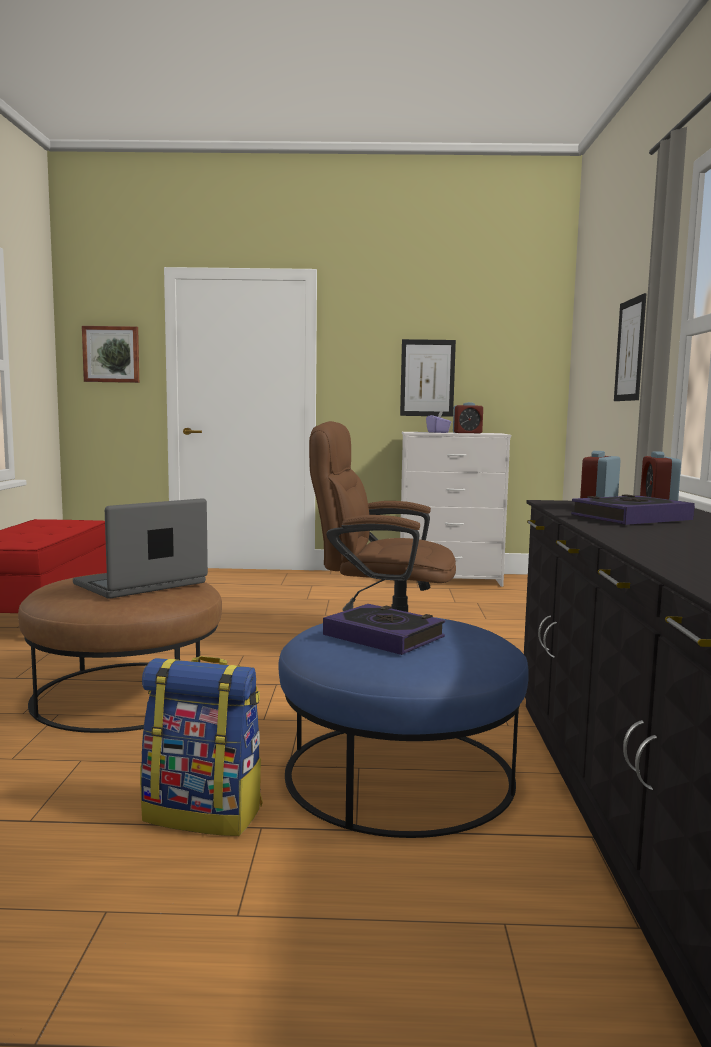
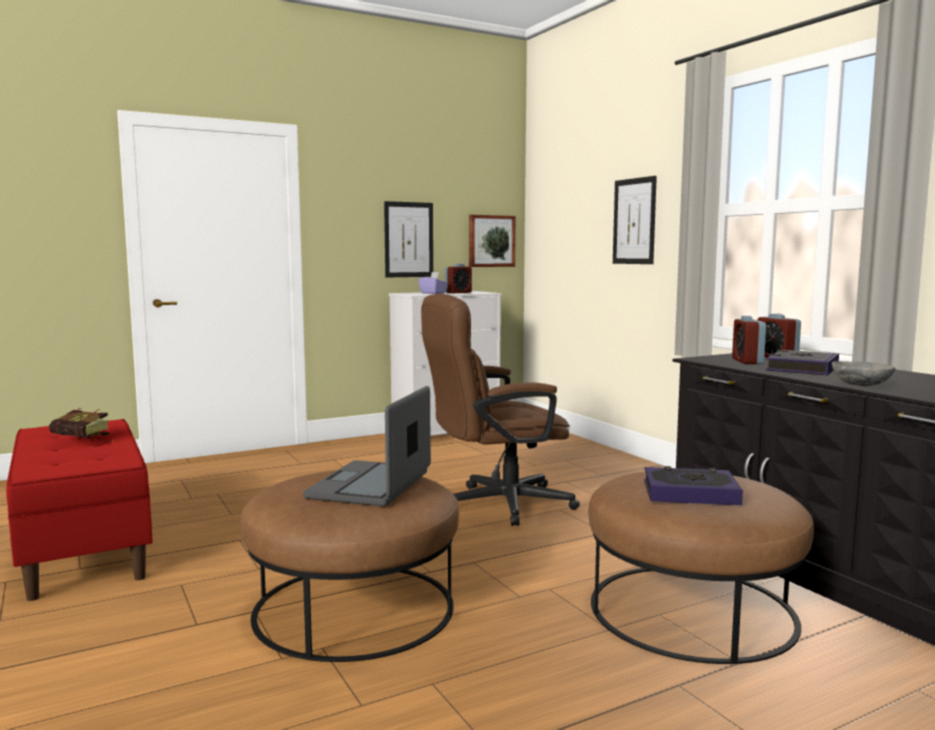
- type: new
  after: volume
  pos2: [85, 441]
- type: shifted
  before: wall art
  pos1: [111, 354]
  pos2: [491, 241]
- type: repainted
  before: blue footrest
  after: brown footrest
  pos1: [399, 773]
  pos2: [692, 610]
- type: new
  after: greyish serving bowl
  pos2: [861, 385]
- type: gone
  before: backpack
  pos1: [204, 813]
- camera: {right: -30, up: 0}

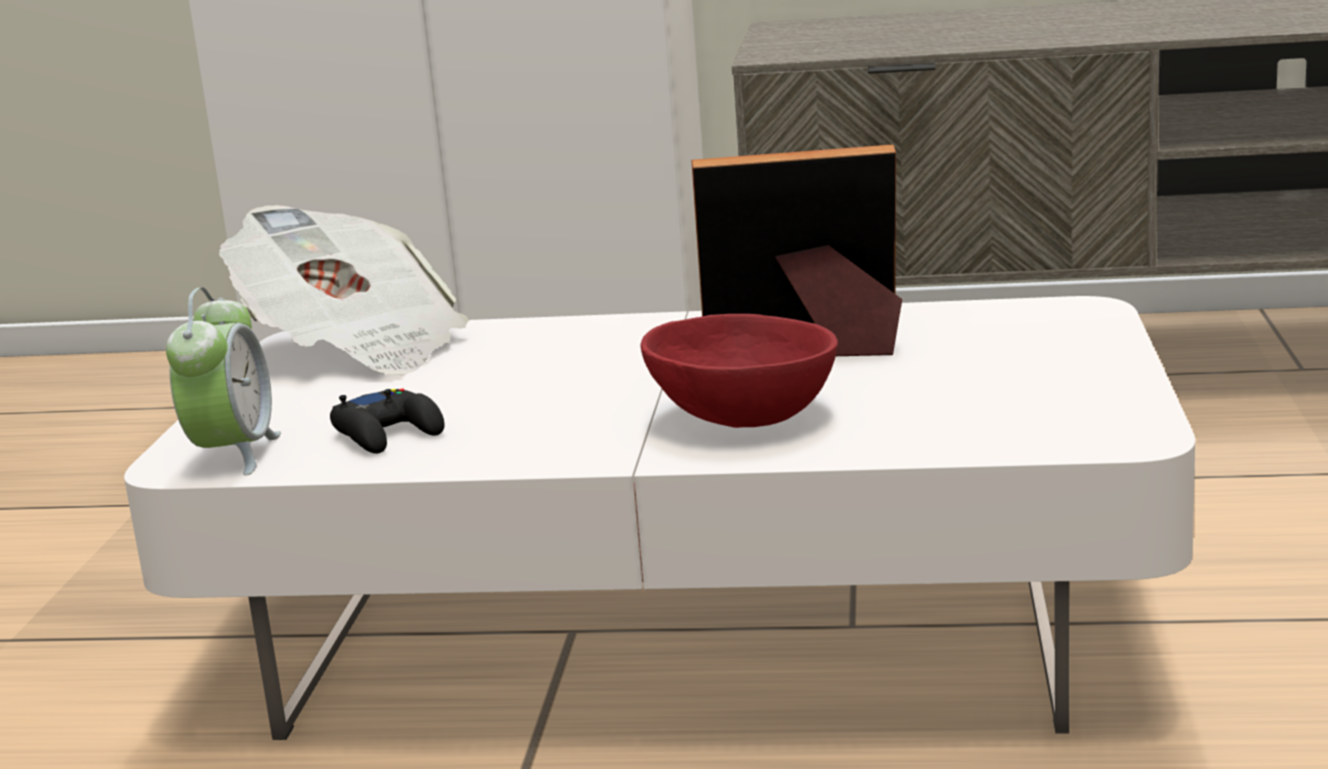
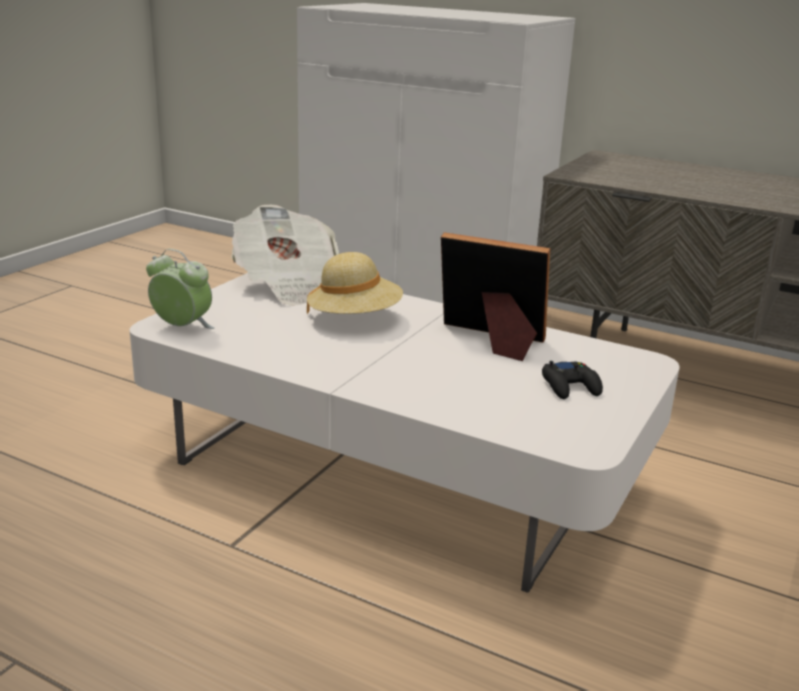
- type: rotated
  before: bedside clock
  pos1: [233, 454]
  pos2: [182, 327]
  turn: -90
- type: new
  after: beige clothing hat
  pos2: [354, 318]
- type: shifted
  before: black-coloured game controller
  pos1: [388, 433]
  pos2: [570, 387]
- type: gone
  before: red serving bowl
  pos1: [742, 416]
- camera: {right: 20, up: 5}

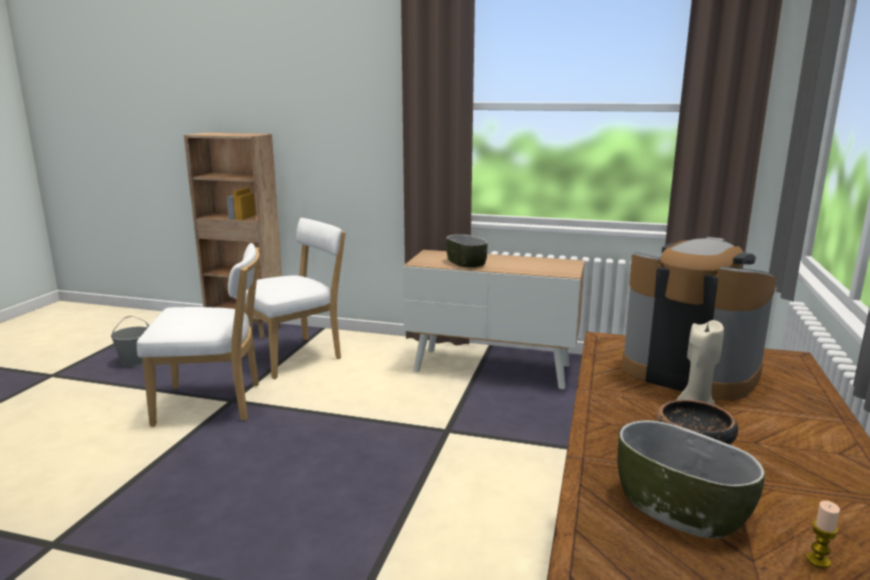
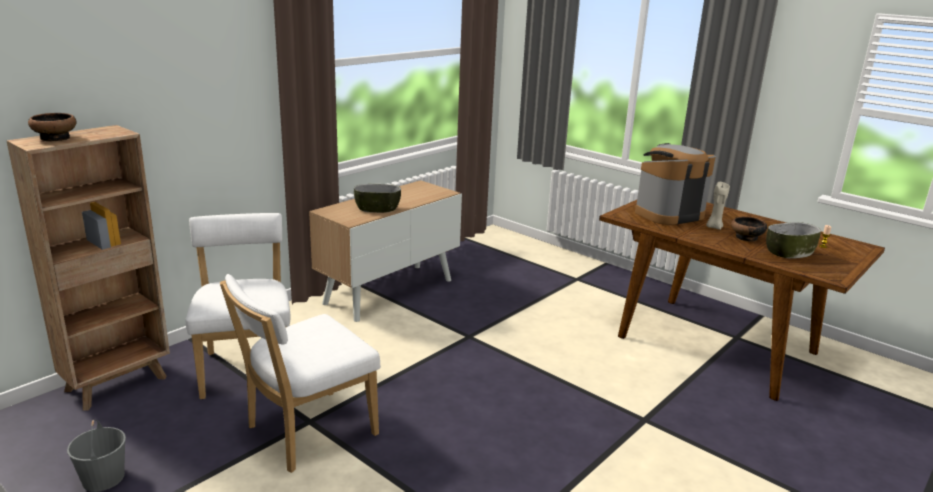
- type: new
  after: serving bowl
  pos2: [56, 138]
- type: rotated
  before: white plain chair
  pos1: [214, 404]
  pos2: [306, 433]
  turn: -150
- camera: {right: -65, up: 5}

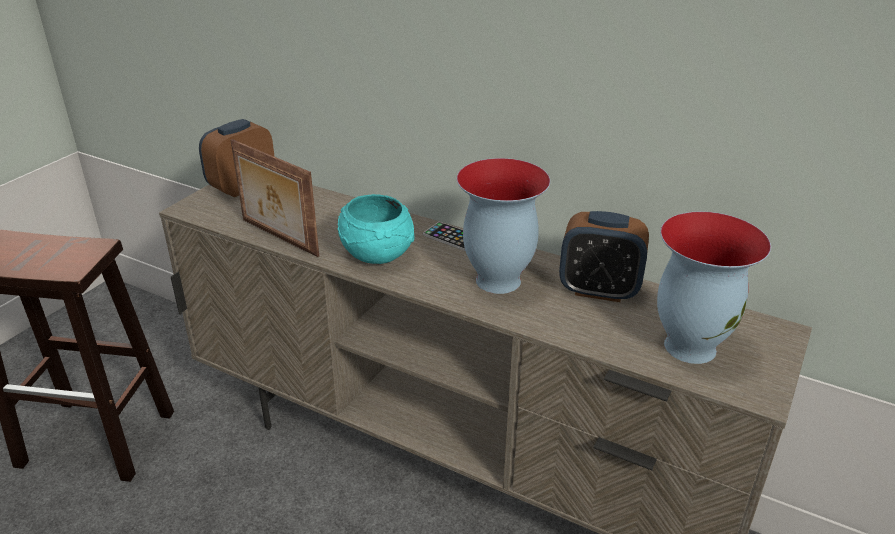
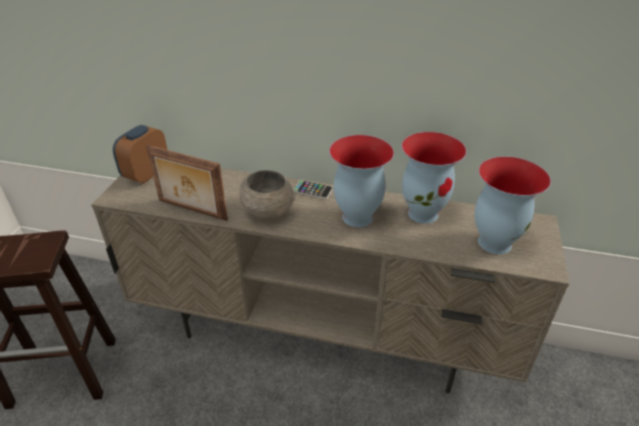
- type: repainted
  before: turquoise-coloured serving bowl
  after: greyish serving bowl
  pos1: [377, 253]
  pos2: [267, 211]
- type: swapped
  before: bedside clock
  after: decorative vase
  pos1: [599, 290]
  pos2: [423, 213]
- camera: {right: -15, up: 5}

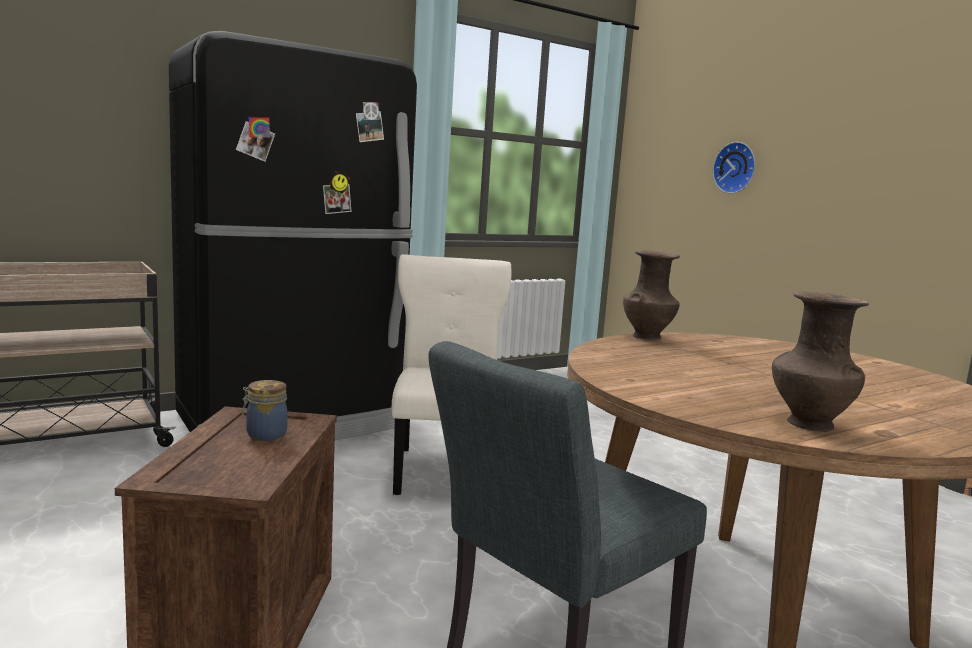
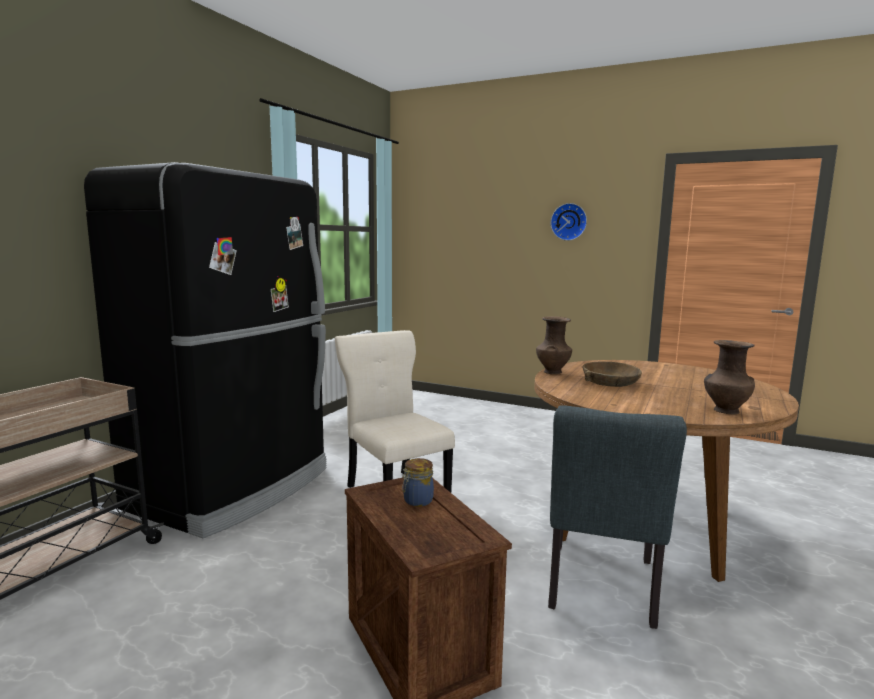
- type: shifted
  before: wall clock
  pos1: [736, 168]
  pos2: [569, 222]
- type: new
  after: brown serving bowl
  pos2: [610, 382]
- camera: {right: -30, up: 0}

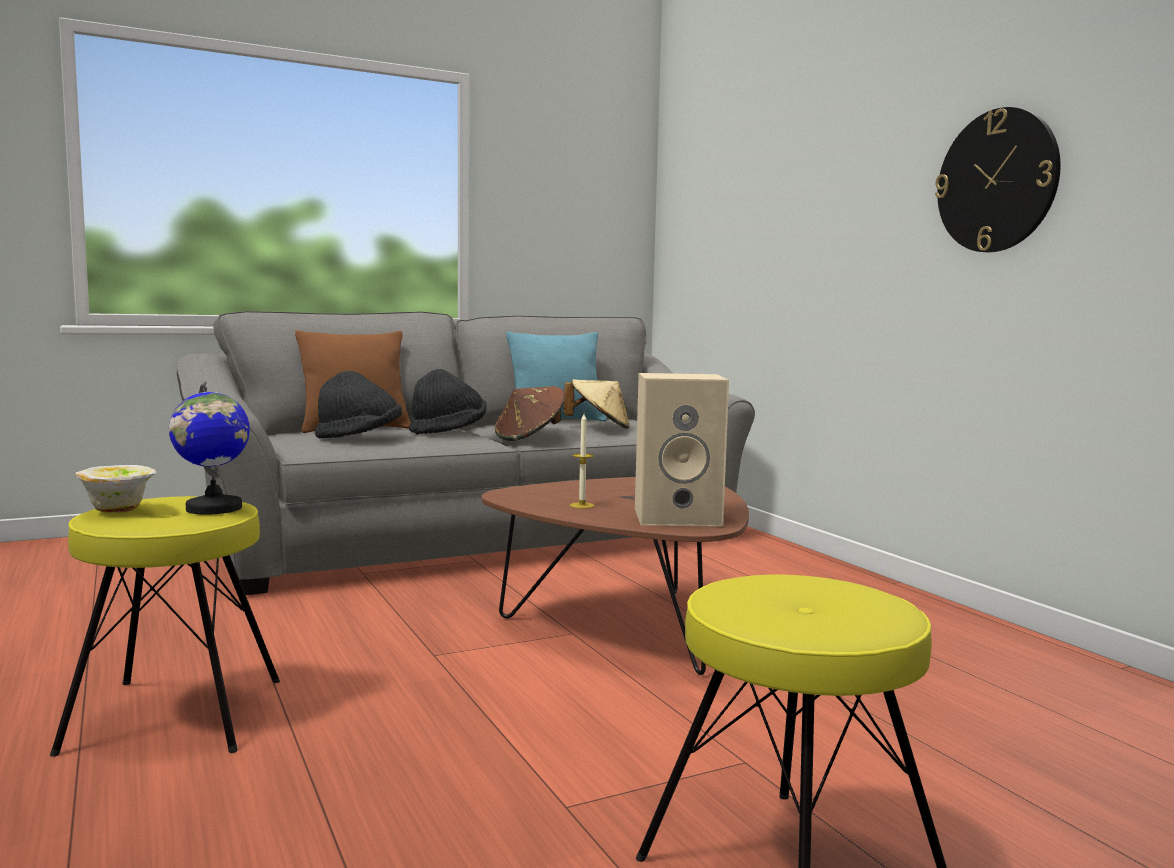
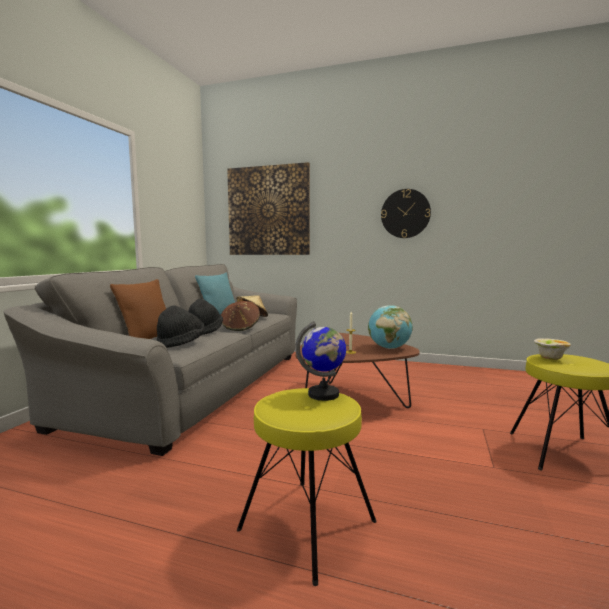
- type: new
  after: wall art
  pos2: [268, 211]
- type: swapped
  before: beige speaker
  after: desk globe
  pos1: [679, 517]
  pos2: [389, 348]
- type: shifted
  before: serving bowl
  pos1: [118, 511]
  pos2: [550, 358]
- camera: {right: -45, up: 0}

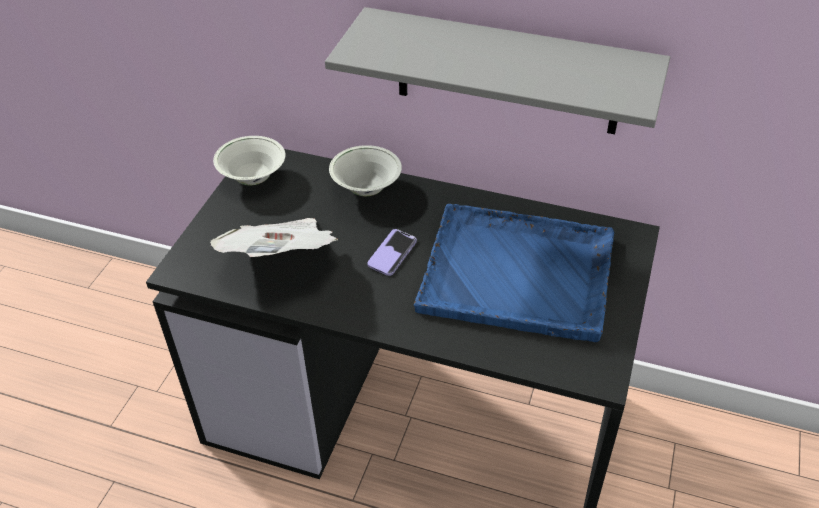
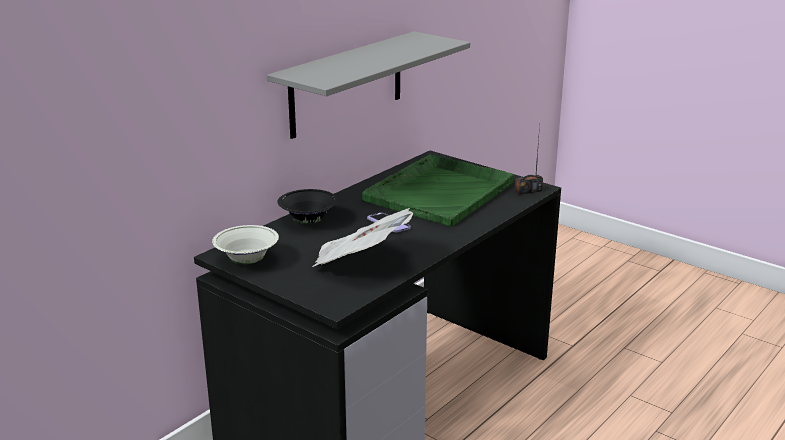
- type: repainted
  before: white serving bowl
  after: black-coloured serving bowl
  pos1: [366, 189]
  pos2: [308, 221]
- type: repainted
  before: blue serving tray
  after: greenish serving tray
  pos1: [519, 274]
  pos2: [440, 191]
- type: new
  after: radio
  pos2: [528, 191]
- camera: {right: -70, up: -20}

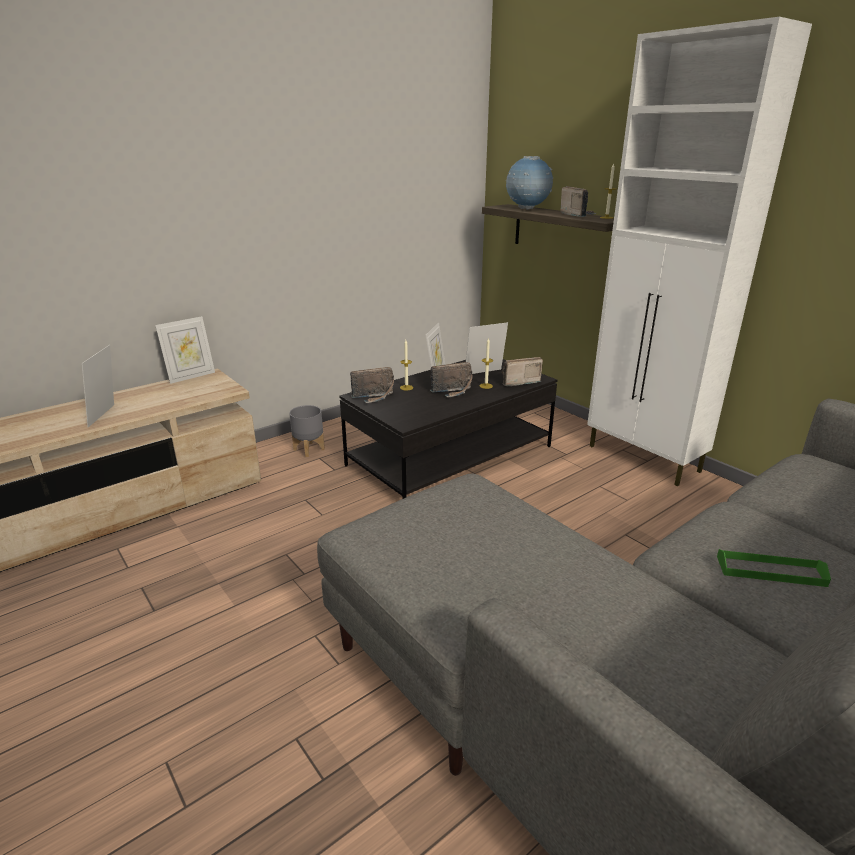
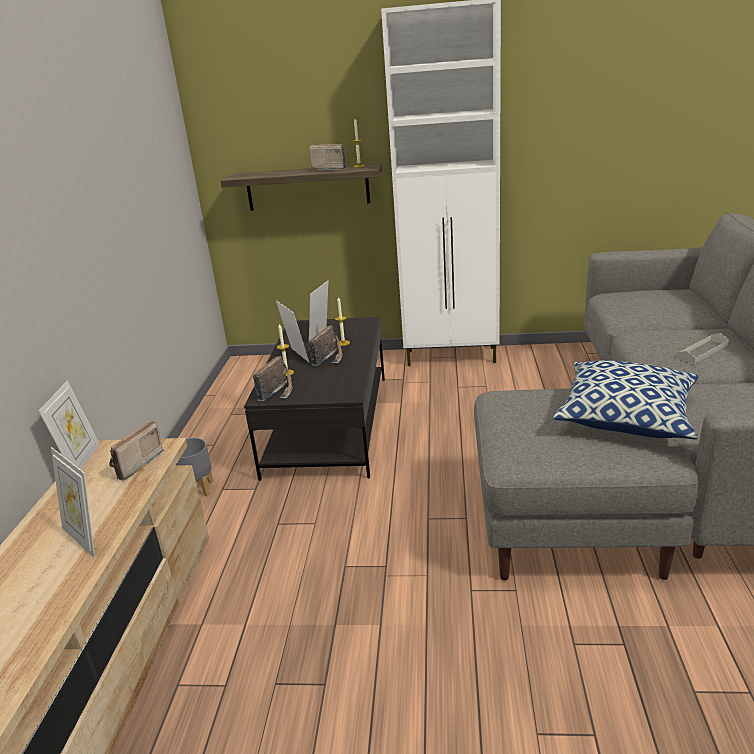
- type: shifted
  before: radio
  pos1: [518, 382]
  pos2: [133, 465]
- type: new
  after: pillow
  pos2: [626, 417]
- type: repainted
  before: greenish serving tray
  after: greyish serving tray
  pos1: [770, 571]
  pos2: [702, 351]
- type: gone
  before: desk globe
  pos1: [527, 209]
- camera: {right: -45, up: 0}

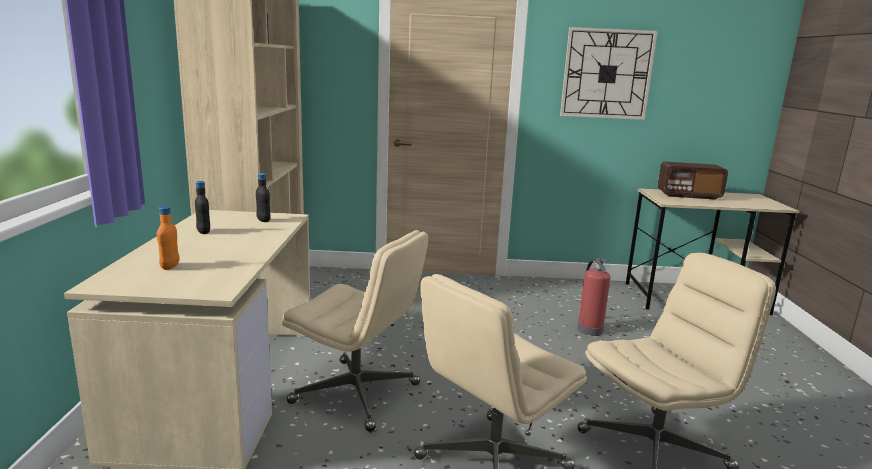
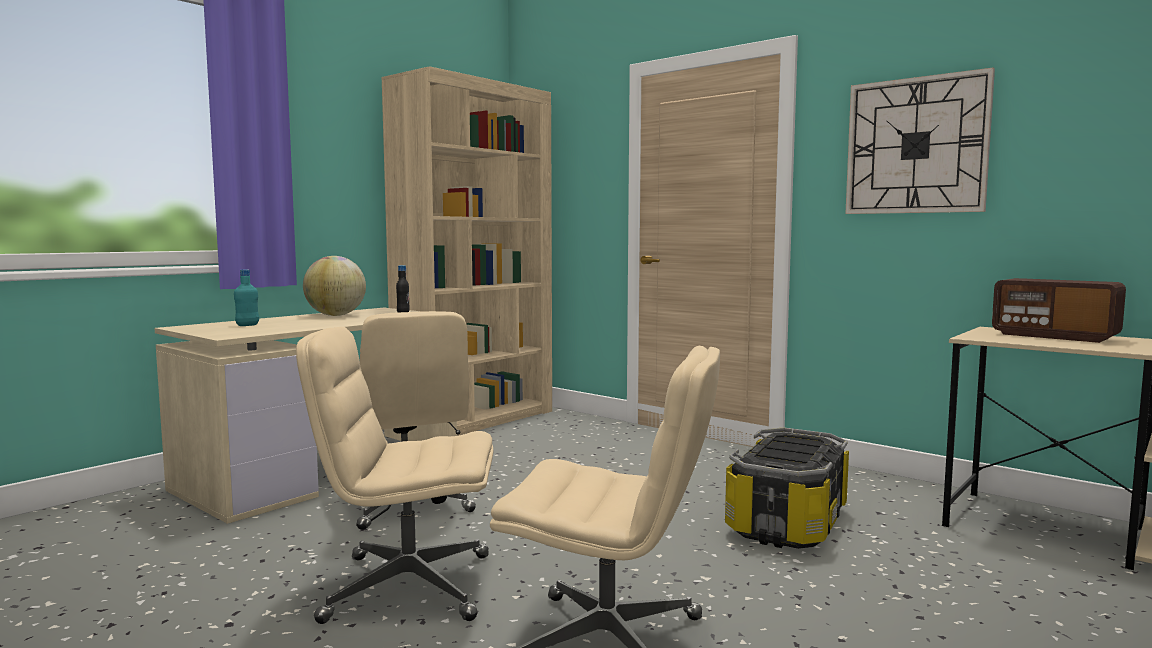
- type: repainted
  before: orange bottle
  after: turquoise-coloured bottle
  pos1: [170, 266]
  pos2: [247, 325]
- type: swapped
  before: black-coloured bottle
  after: desk globe
  pos1: [203, 232]
  pos2: [335, 315]
- type: swapped
  before: extinguisher
  after: storage box
  pos1: [589, 329]
  pos2: [788, 523]
- camera: {right: 40, up: -10}

